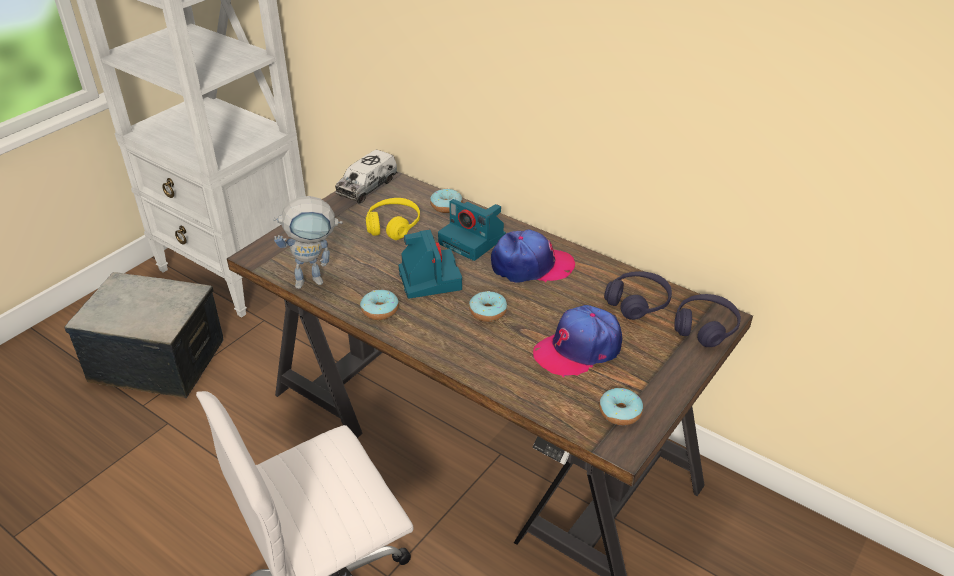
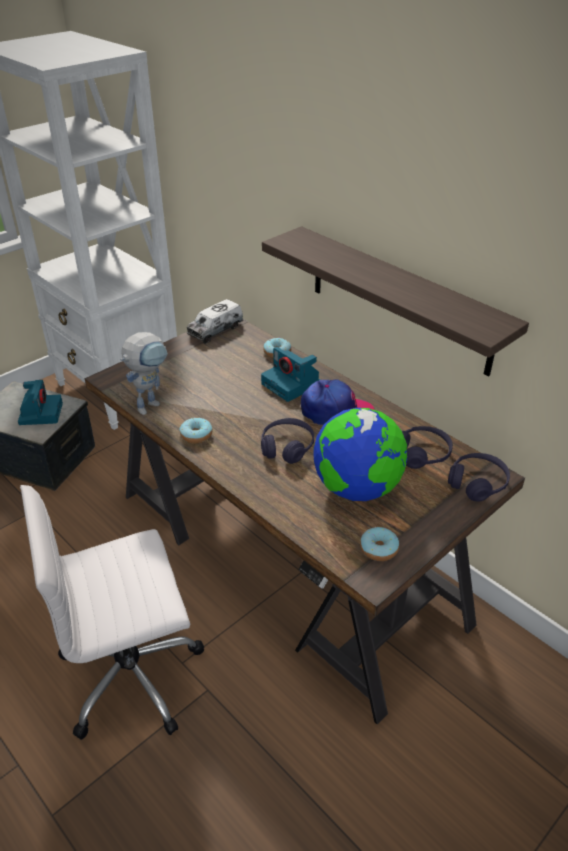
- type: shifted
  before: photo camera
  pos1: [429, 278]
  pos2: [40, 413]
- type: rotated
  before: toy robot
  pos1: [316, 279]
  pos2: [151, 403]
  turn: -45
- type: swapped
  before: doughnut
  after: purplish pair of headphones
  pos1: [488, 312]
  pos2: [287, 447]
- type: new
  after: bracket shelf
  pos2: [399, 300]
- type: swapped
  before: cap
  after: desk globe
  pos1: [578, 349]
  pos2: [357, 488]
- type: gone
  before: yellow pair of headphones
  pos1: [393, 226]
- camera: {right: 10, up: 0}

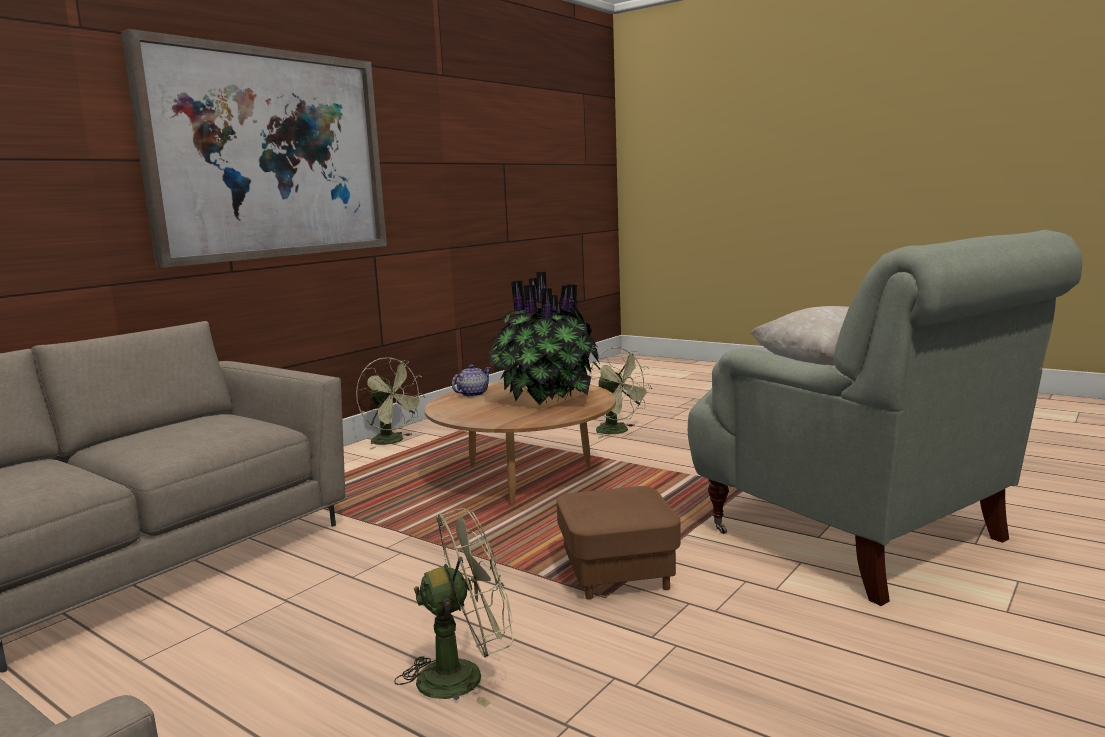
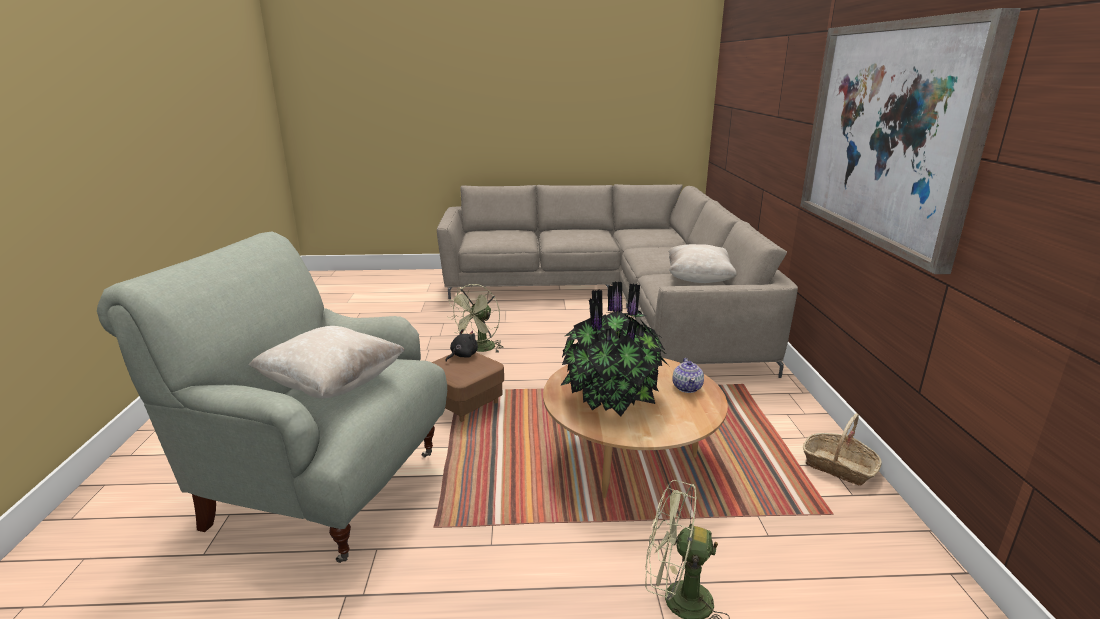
- type: new
  after: black-coloured cuddly toy
  pos2: [462, 355]
- type: new
  after: beige pillow
  pos2: [699, 279]
- type: swapped
  before: greenish fan
  after: storage basket
  pos1: [393, 441]
  pos2: [838, 467]
- camera: {right: 140, up: 10}

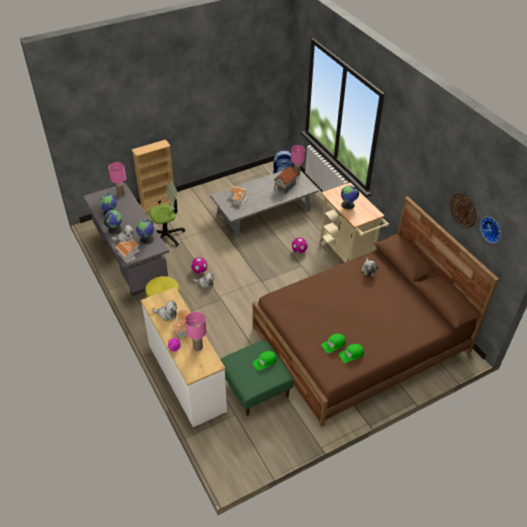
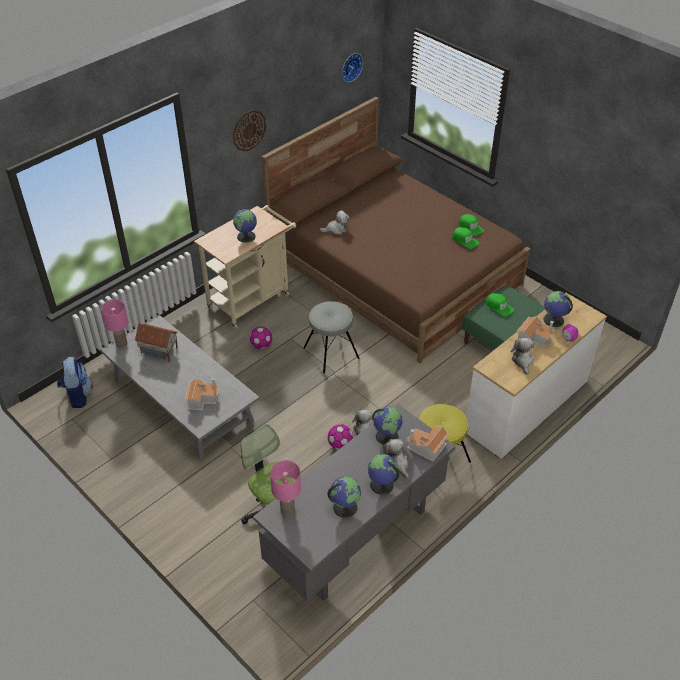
- type: shifted
  before: wall clock
  pos1: [463, 210]
  pos2: [249, 130]
- type: new
  after: greyish stool seat
  pos2: [330, 353]
- type: swapped
  before: pink table lamp
  after: desk globe
  pos1: [197, 347]
  pos2: [553, 320]
- type: gone
  before: beige shelving unit
  pos1: [158, 203]
- camera: {right: -105, up: 0}

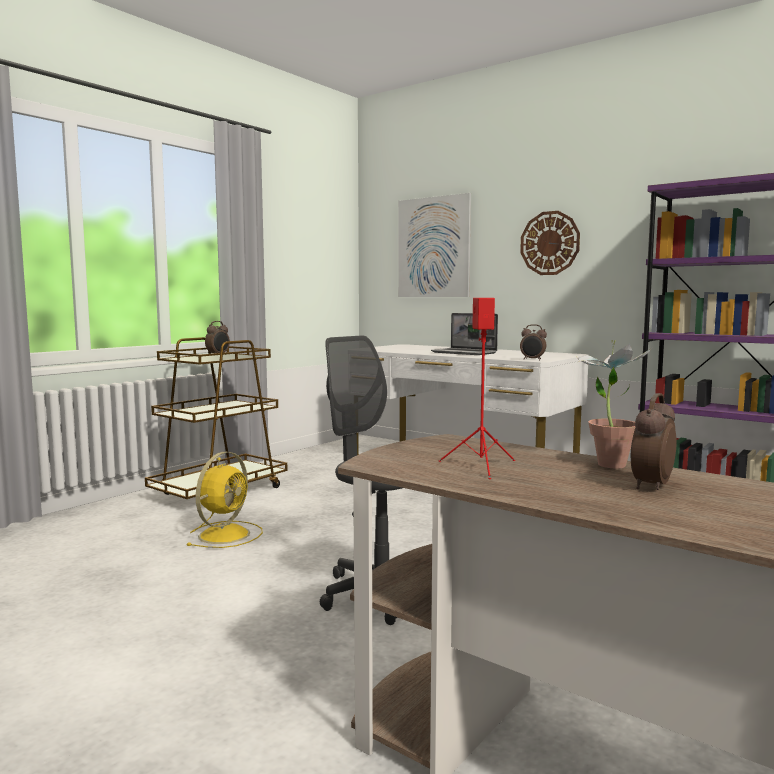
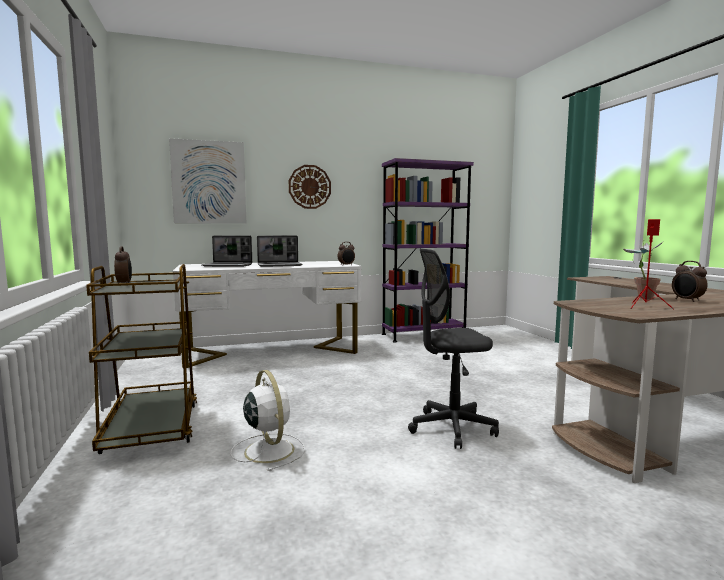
- type: new
  after: notebook computer
  pos2: [228, 265]
- type: repainted
  before: yellow fan
  after: white fan
  pos1: [226, 534]
  pos2: [268, 450]
- camera: {right: -55, up: 0}

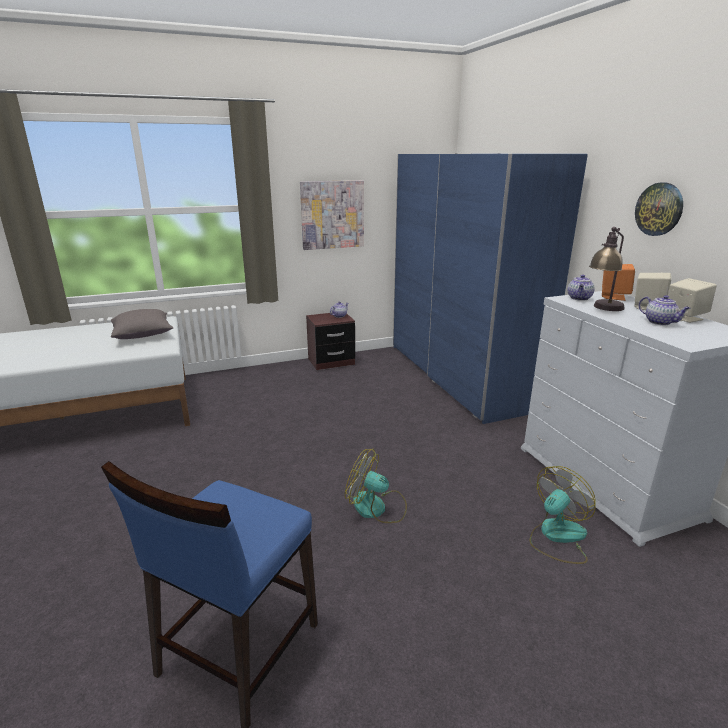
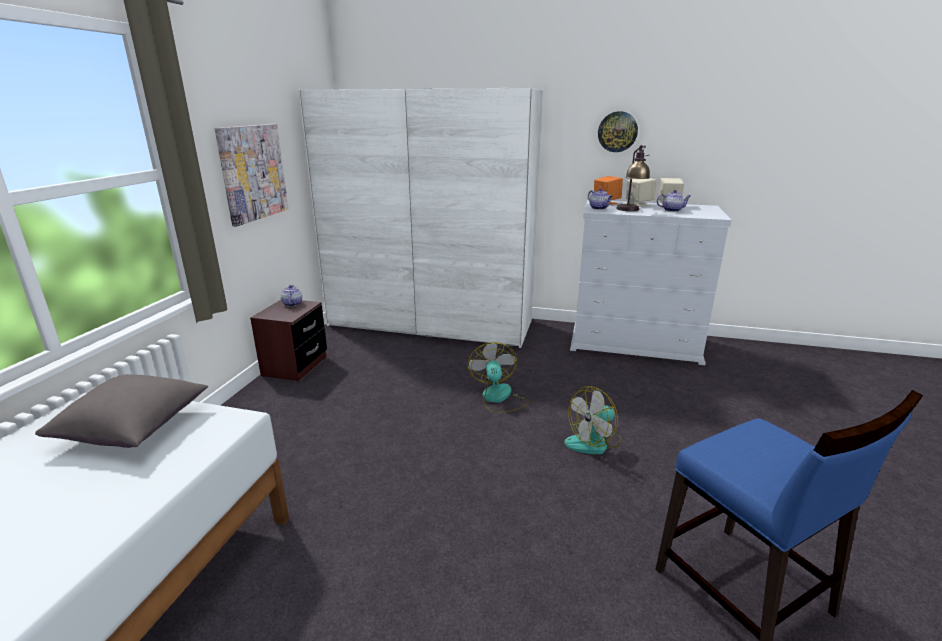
- type: repainted
  before: blue armoire
  after: white armoire
  pos1: [458, 375]
  pos2: [430, 323]
- type: shifted
  before: fan
  pos1: [557, 537]
  pos2: [498, 398]
- camera: {right: -55, up: 0}

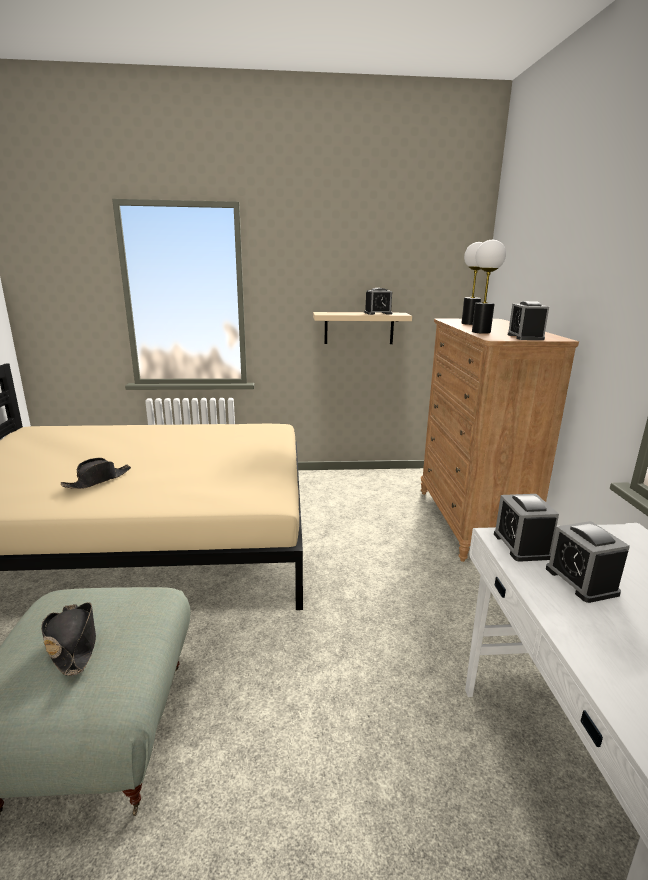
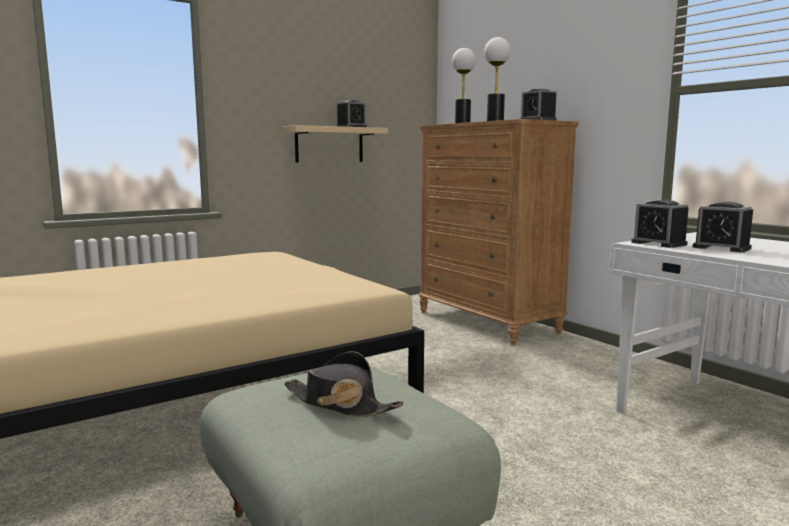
- type: gone
  before: black-coloured clothing hat
  pos1: [98, 480]
- camera: {right: -30, up: -10}

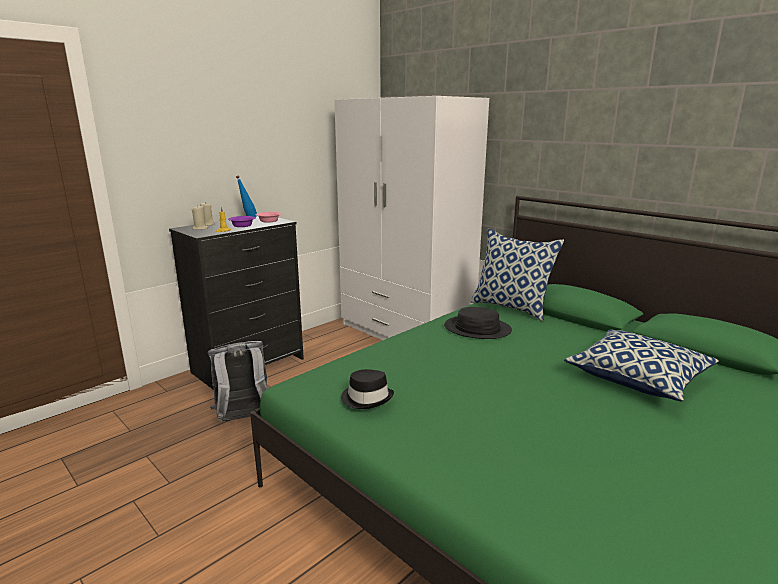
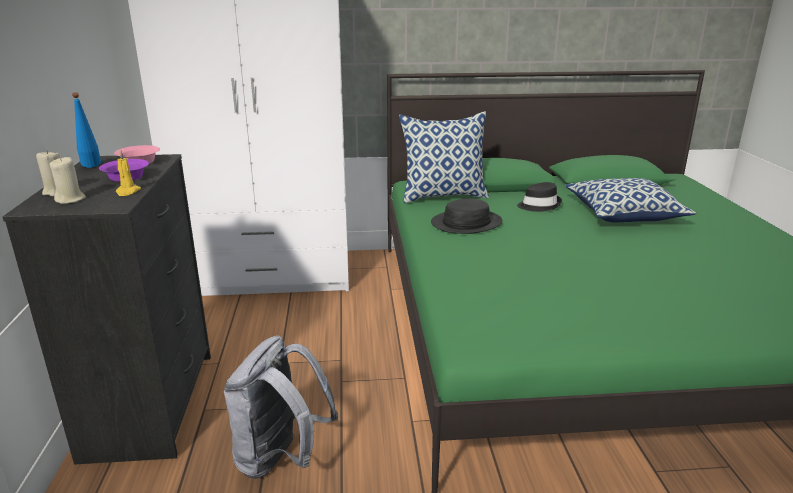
- type: shifted
  before: black-coloured clothing hat
  pos1: [367, 398]
  pos2: [539, 205]
- camera: {right: -50, up: 5}

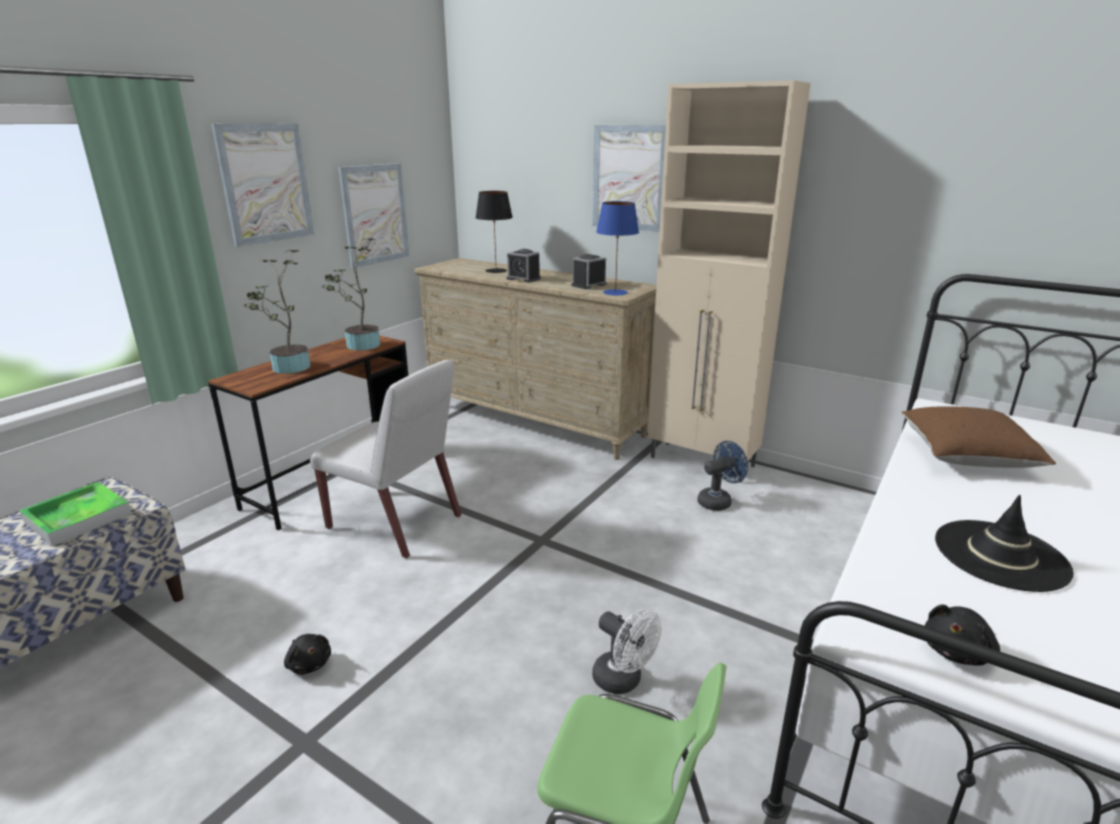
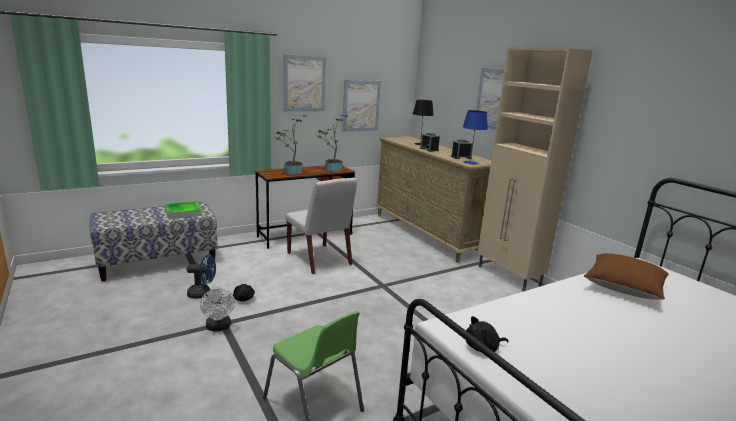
- type: shifted
  before: blue fan
  pos1: [718, 501]
  pos2: [202, 294]
- type: shifted
  before: white fan
  pos1: [623, 681]
  pos2: [218, 327]
- type: gone
  before: black-coloured clothing hat
  pos1: [1000, 555]
- camera: {right: 25, up: -5}

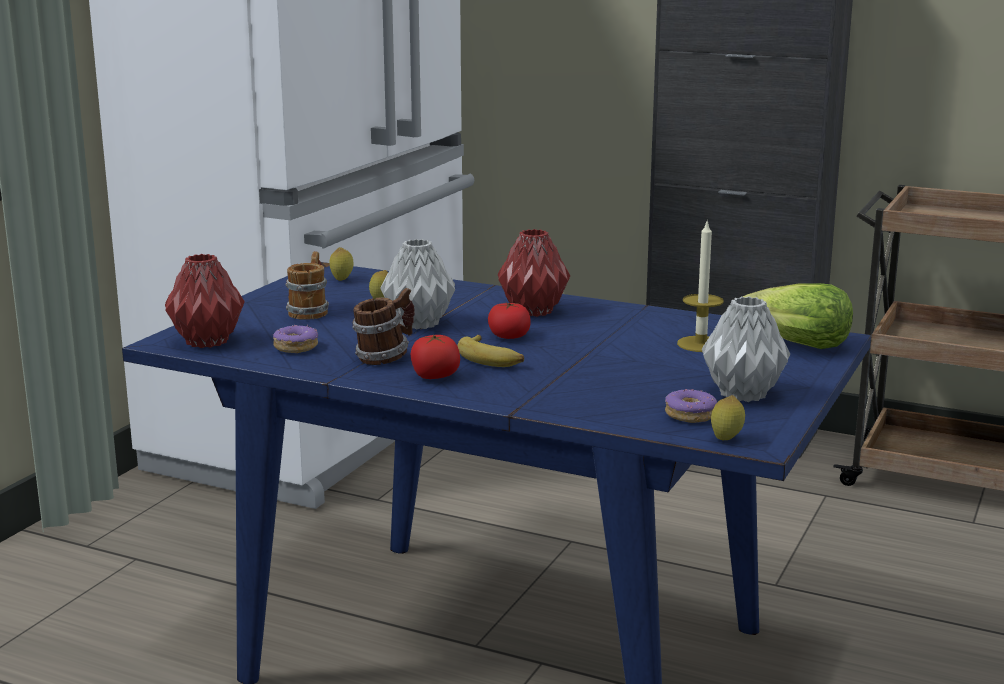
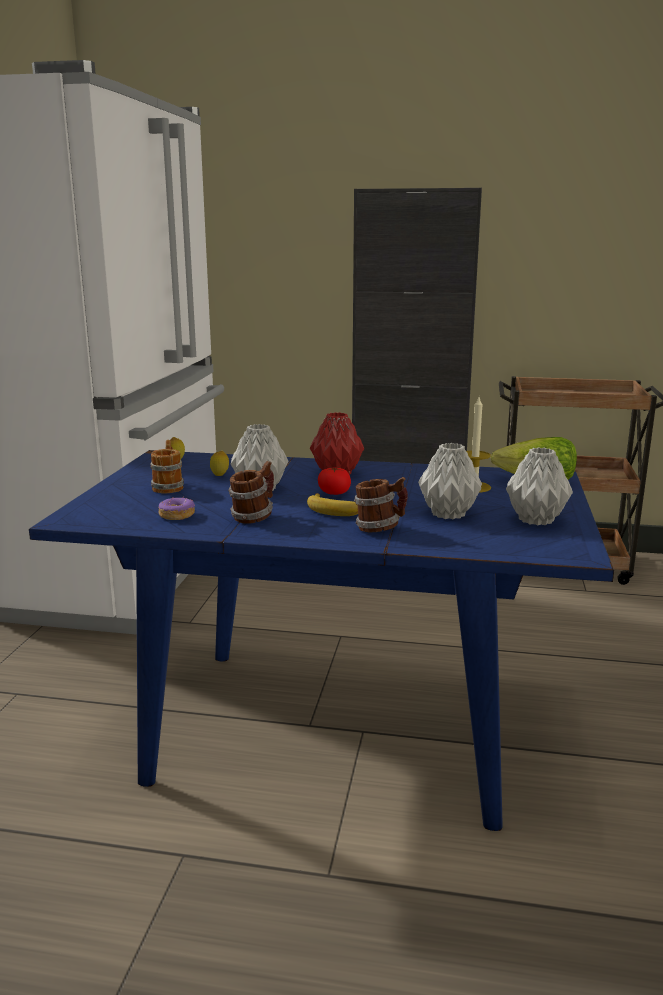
- type: new
  after: coffee mug
  pos2: [380, 528]
- type: new
  after: greyish decorative vase
  pos2: [447, 514]
- type: gone
  before: red decorative vase
  pos1: [206, 342]
- type: gone
  before: whole tomato
  pos1: [435, 376]
- type: gone
  before: doughnut
  pos1: [690, 415]
- type: gone
  before: lemon
  pos1: [726, 440]
- camera: {right: -15, up: 0}

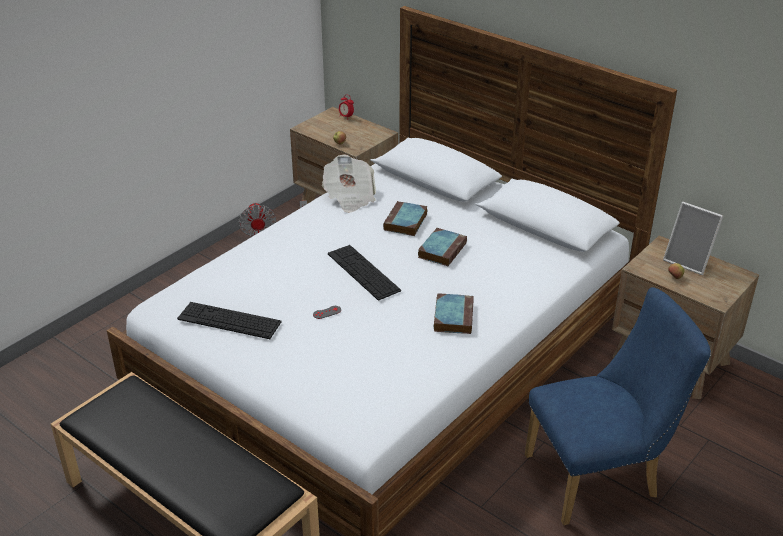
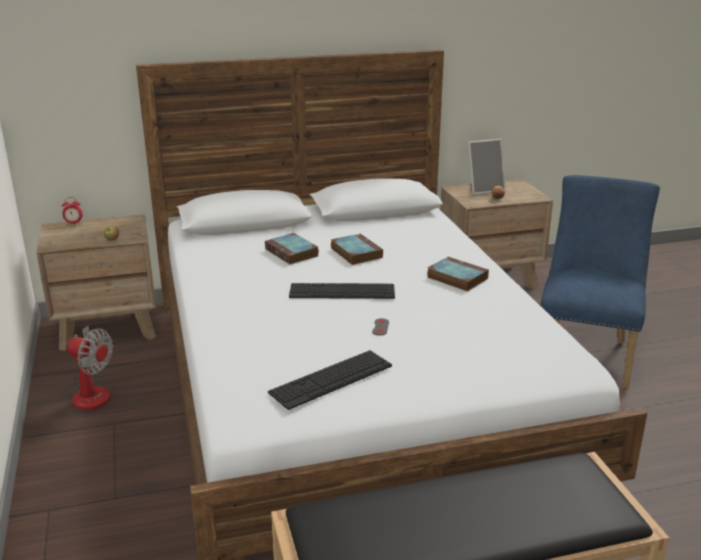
- type: gone
  before: printed paper
  pos1: [349, 197]
- camera: {right: -55, up: -10}

